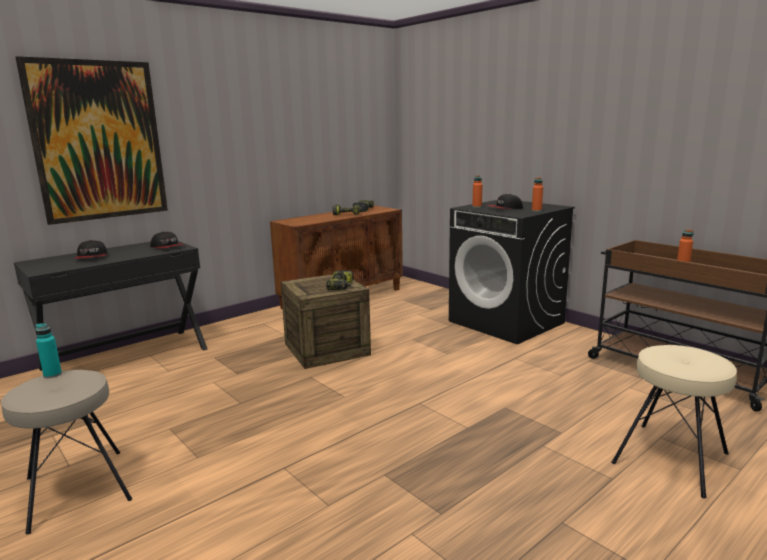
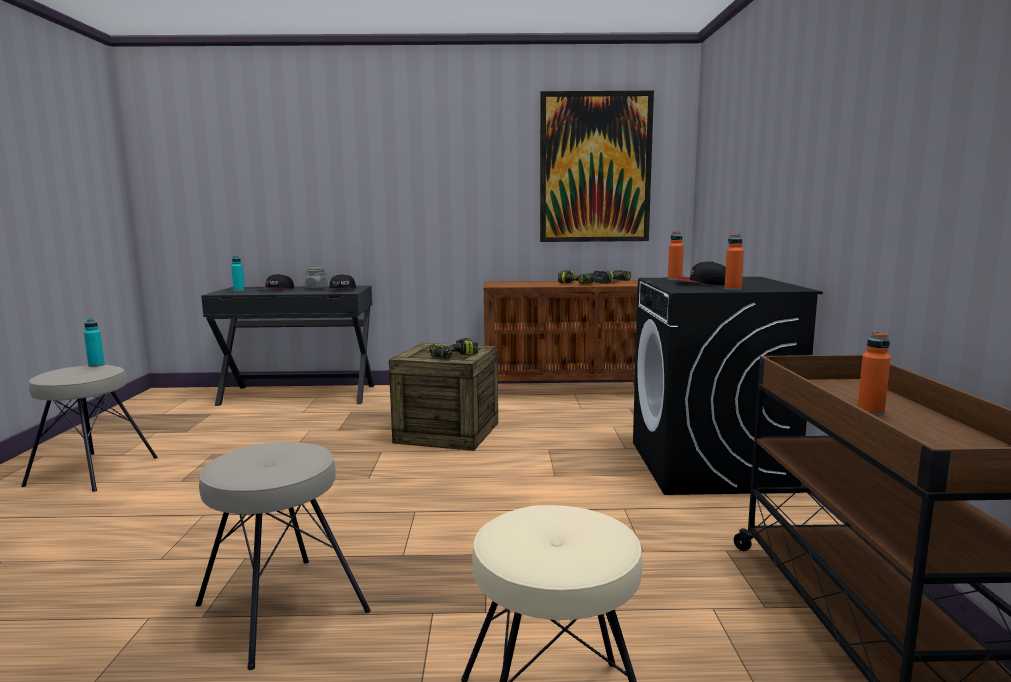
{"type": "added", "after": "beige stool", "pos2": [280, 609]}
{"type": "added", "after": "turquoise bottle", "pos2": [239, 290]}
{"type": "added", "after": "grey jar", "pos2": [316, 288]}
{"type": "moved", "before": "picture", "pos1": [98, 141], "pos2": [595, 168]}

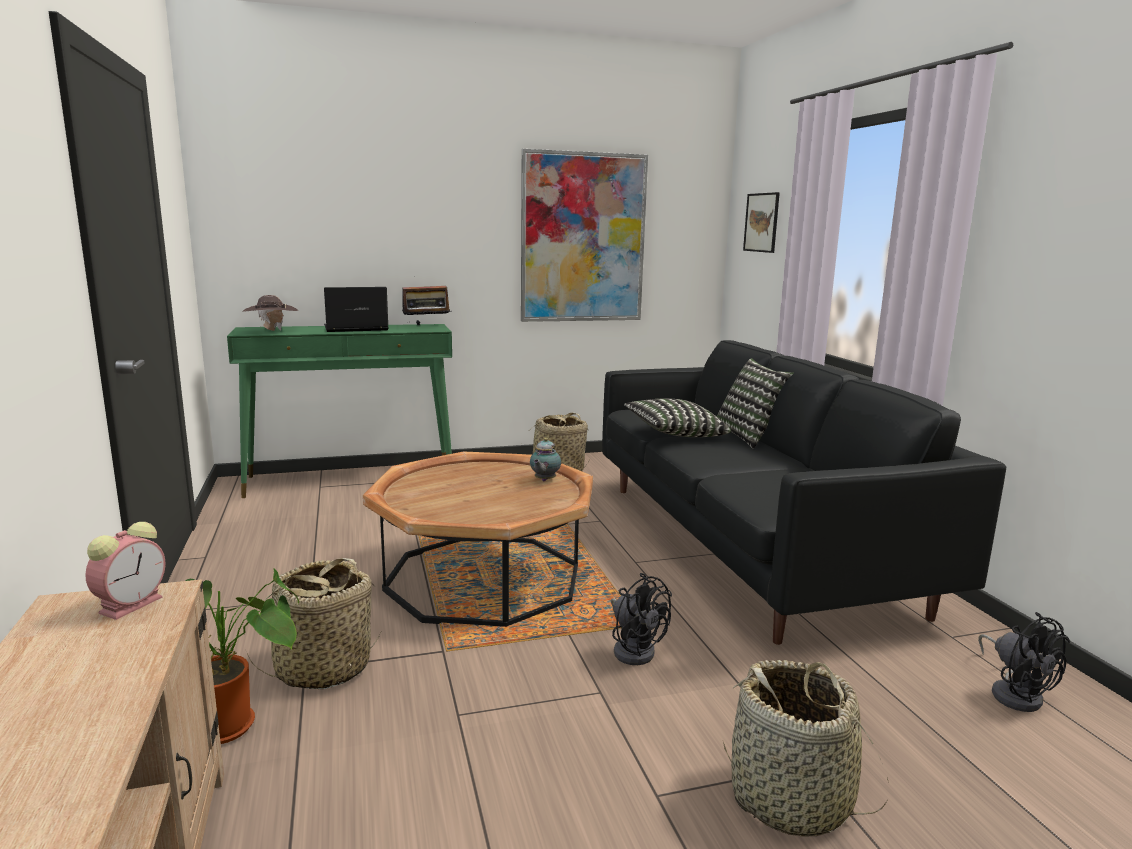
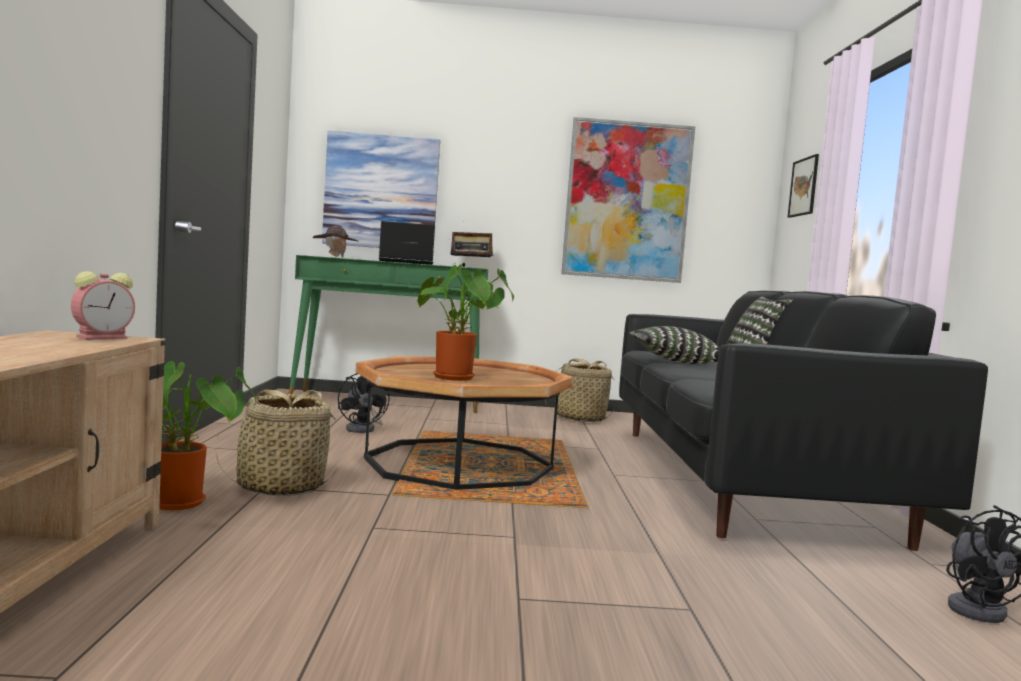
{"type": "removed", "before": "teapot", "pos1": [544, 480]}
{"type": "removed", "before": "basket", "pos1": [791, 799]}
{"type": "added", "after": "picture", "pos2": [381, 192]}
{"type": "added", "after": "potted plant", "pos2": [458, 378]}
{"type": "moved", "before": "black fan", "pos1": [634, 649], "pos2": [364, 429]}

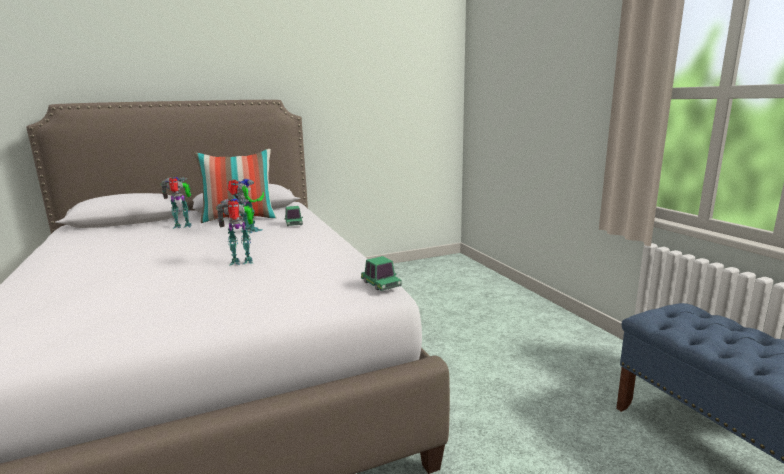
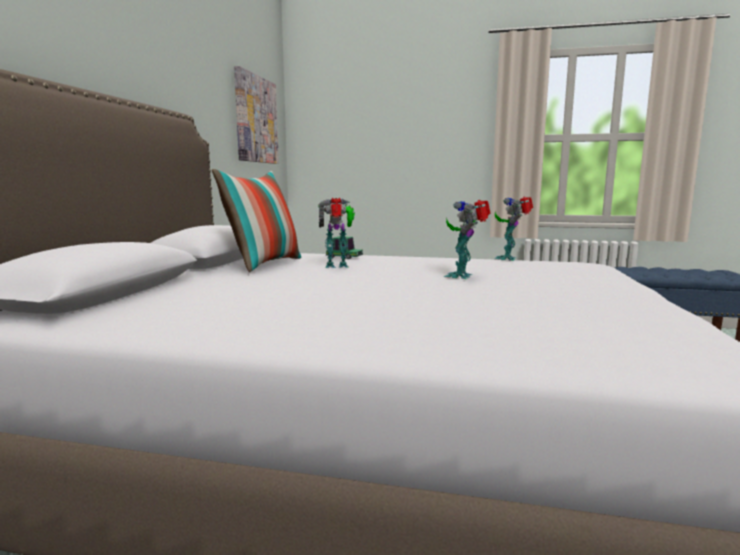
{"type": "removed", "before": "toy car", "pos1": [380, 284]}
{"type": "added", "after": "picture", "pos2": [256, 119]}
{"type": "moved", "before": "toy robot", "pos1": [183, 226], "pos2": [508, 258]}

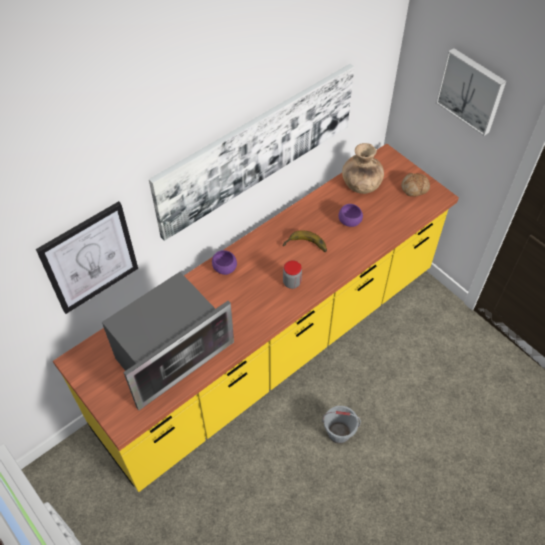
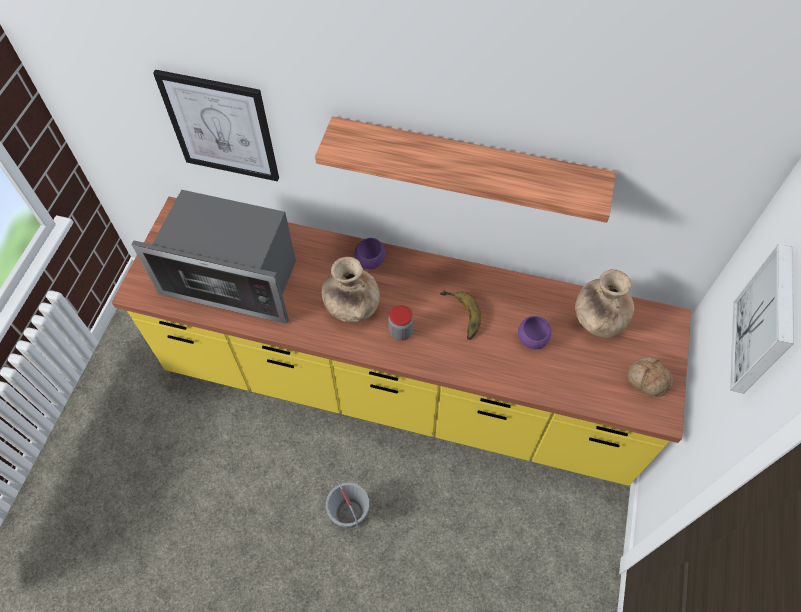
{"type": "added", "after": "brown vase", "pos2": [351, 307]}
{"type": "replaced", "before": "picture", "after": "shelf", "pos1": [256, 148], "pos2": [467, 164]}

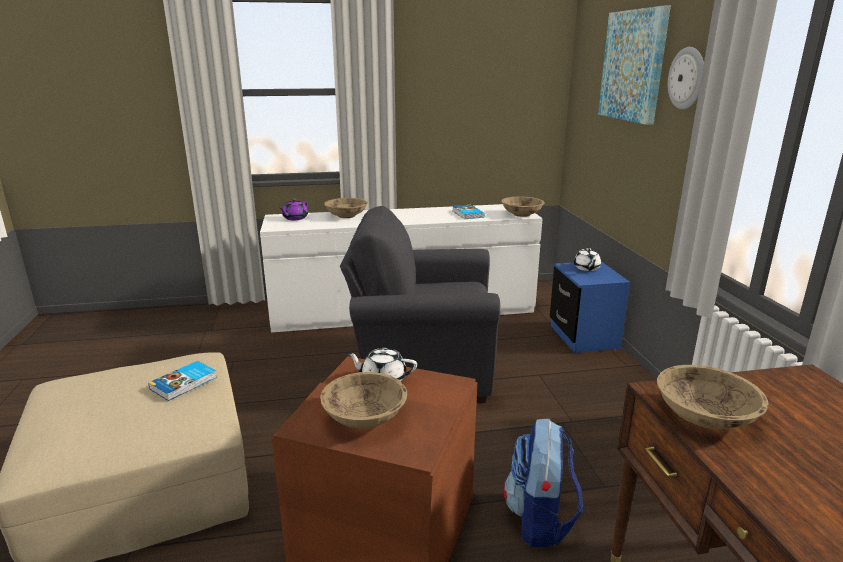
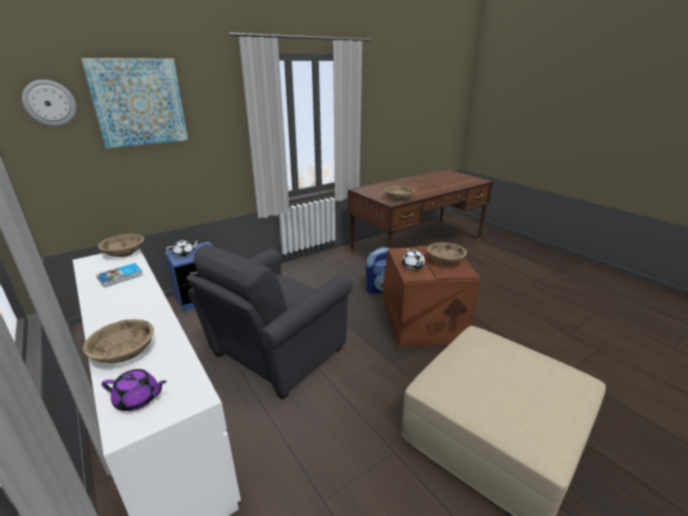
{"type": "removed", "before": "book", "pos1": [185, 383]}
{"type": "moved", "before": "wall clock", "pos1": [687, 78], "pos2": [50, 103]}
{"type": "turned", "before": "grey armchair", "pos1": [422, 367], "pos2": [274, 355], "turn": 60}

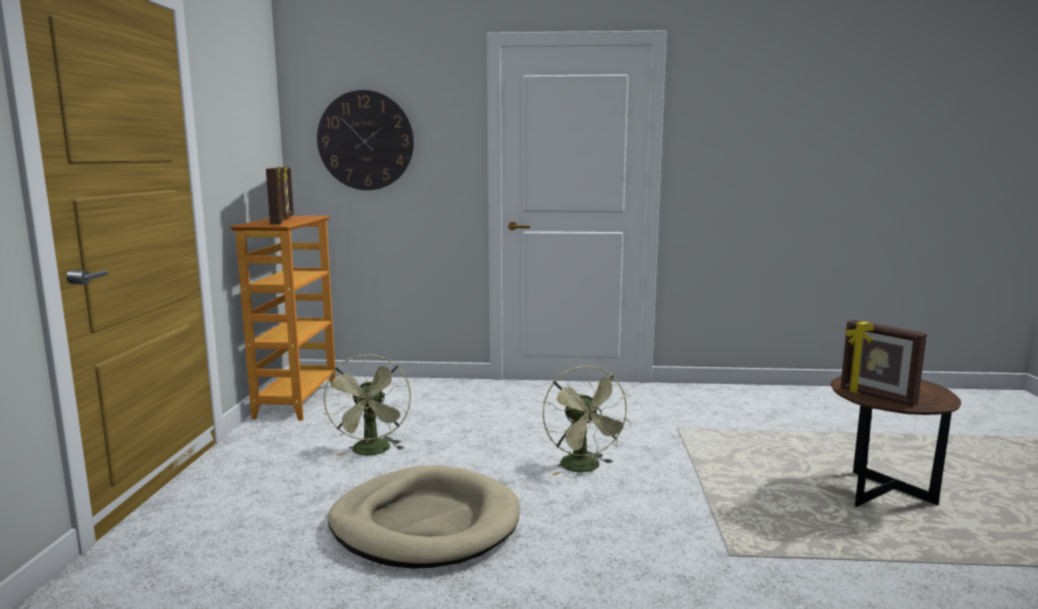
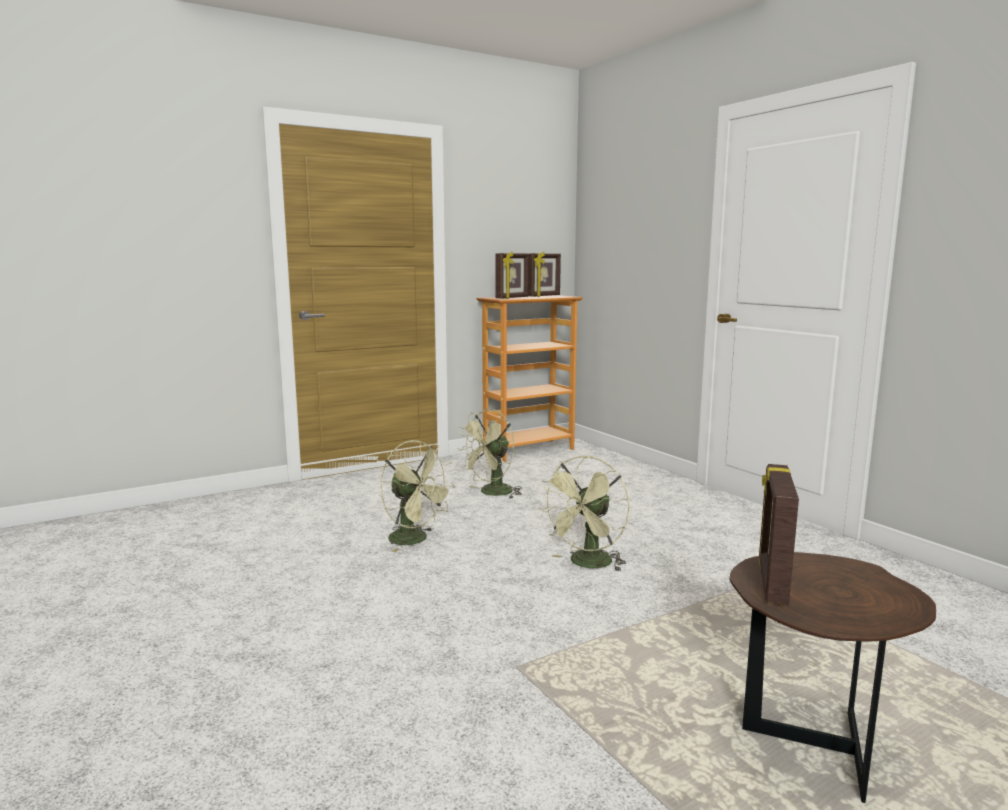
{"type": "removed", "before": "wall clock", "pos1": [365, 140]}
{"type": "replaced", "before": "beige dog bed", "after": "green fan", "pos1": [425, 523], "pos2": [415, 540]}

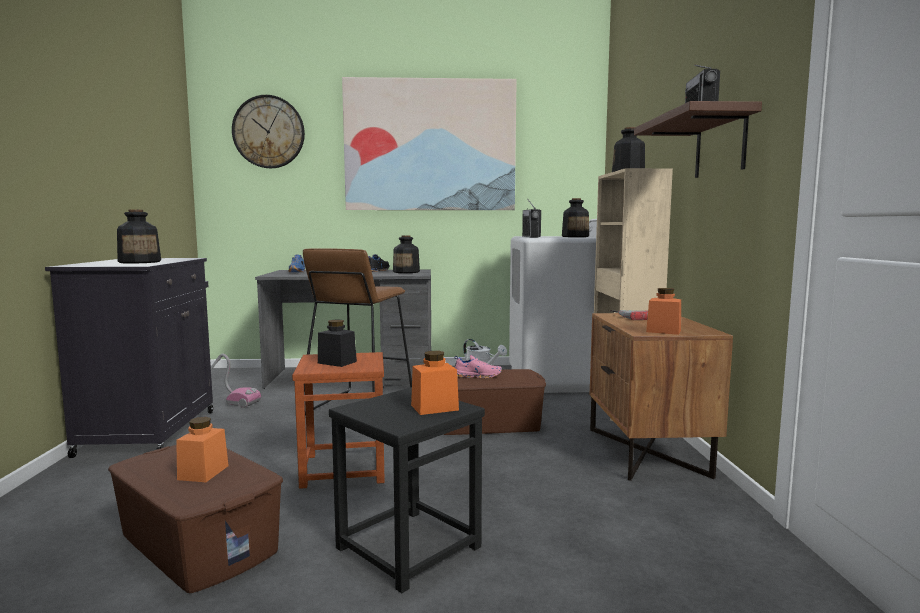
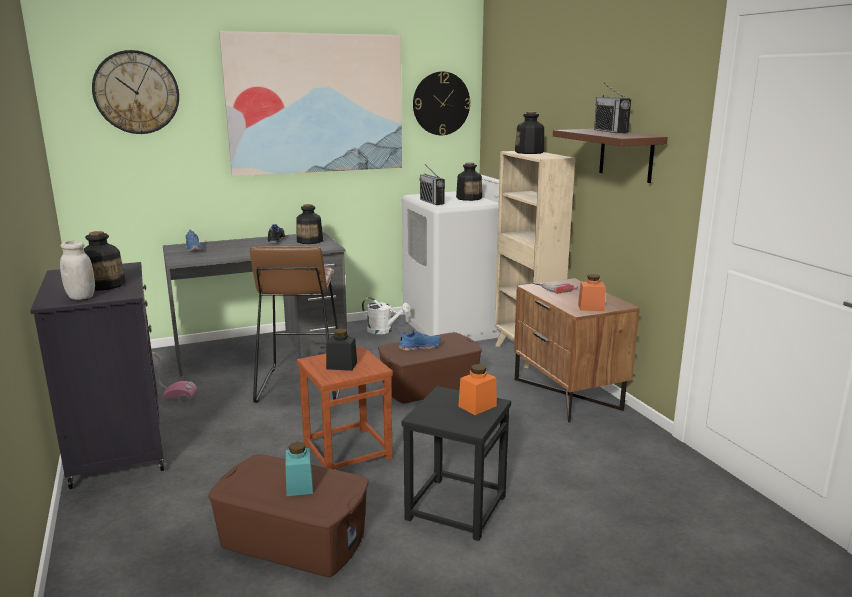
{"type": "added", "after": "white jar", "pos2": [81, 297]}
{"type": "added", "after": "wall clock", "pos2": [441, 103]}
{"type": "recoloured", "before": "orange jar", "after": "turquoise jar", "pos1": [203, 472], "pos2": [299, 485]}
{"type": "recoloured", "before": "pink shoe", "after": "blue shoe", "pos1": [477, 376], "pos2": [419, 347]}

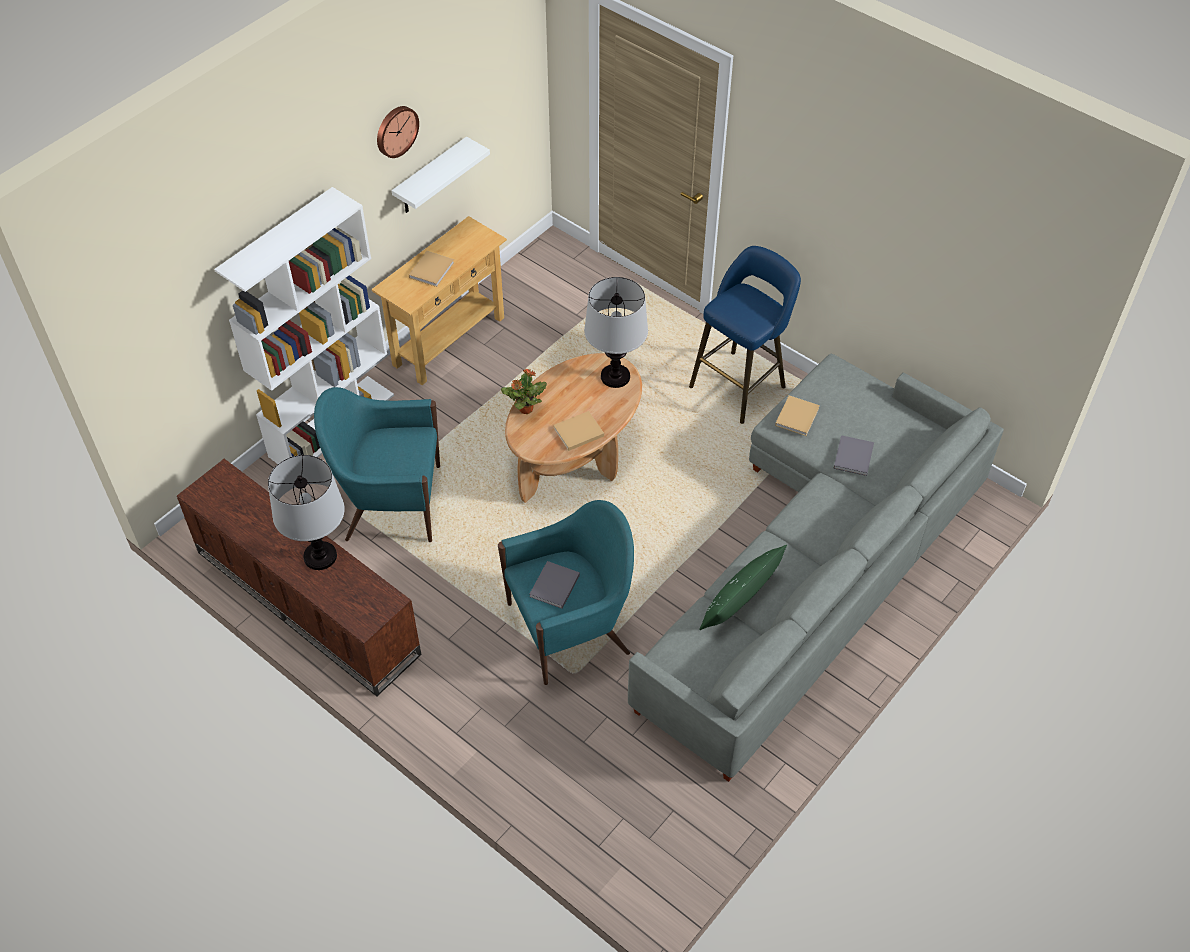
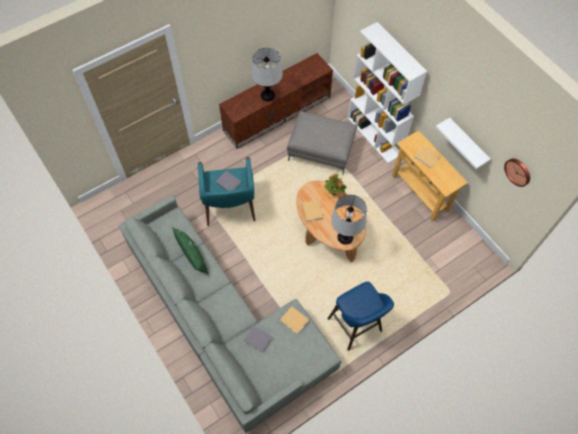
{"type": "moved", "before": "wall clock", "pos1": [395, 130], "pos2": [518, 171]}
{"type": "replaced", "before": "turquoise armchair", "after": "grey ottoman", "pos1": [390, 502], "pos2": [321, 151]}

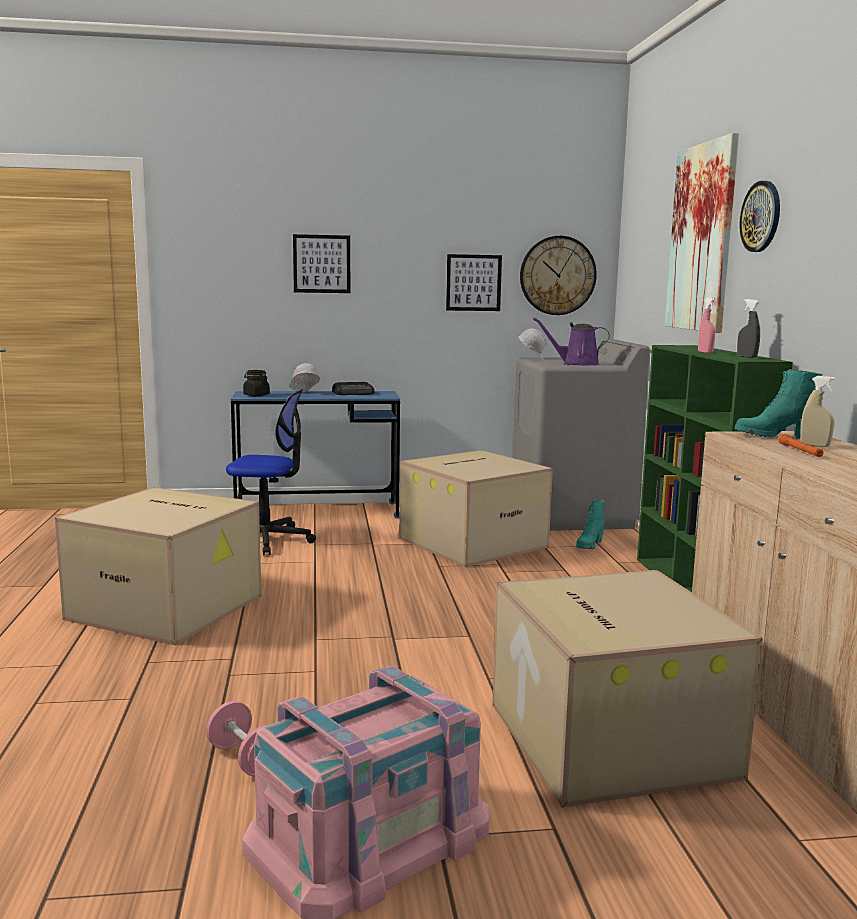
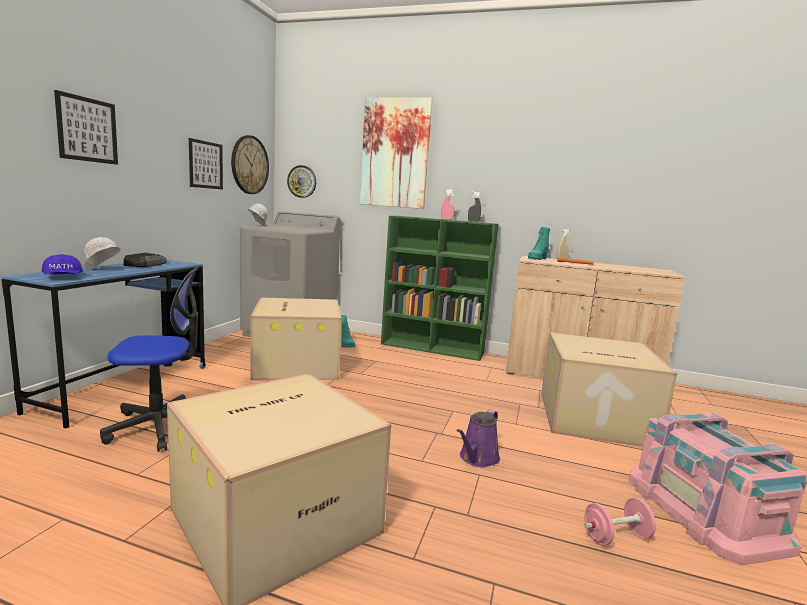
{"type": "moved", "before": "purple watering can", "pos1": [576, 364], "pos2": [477, 458]}
{"type": "moved", "before": "wall clock", "pos1": [761, 216], "pos2": [302, 181]}
{"type": "replaced", "before": "black jar", "after": "blue cap", "pos1": [256, 395], "pos2": [62, 277]}
{"type": "turned", "before": "office chair", "pos1": [267, 540], "pos2": [160, 426], "turn": 45}

